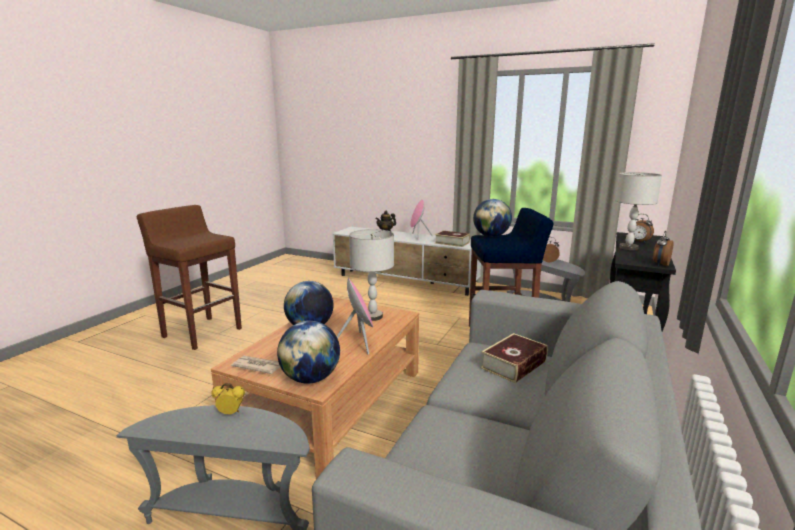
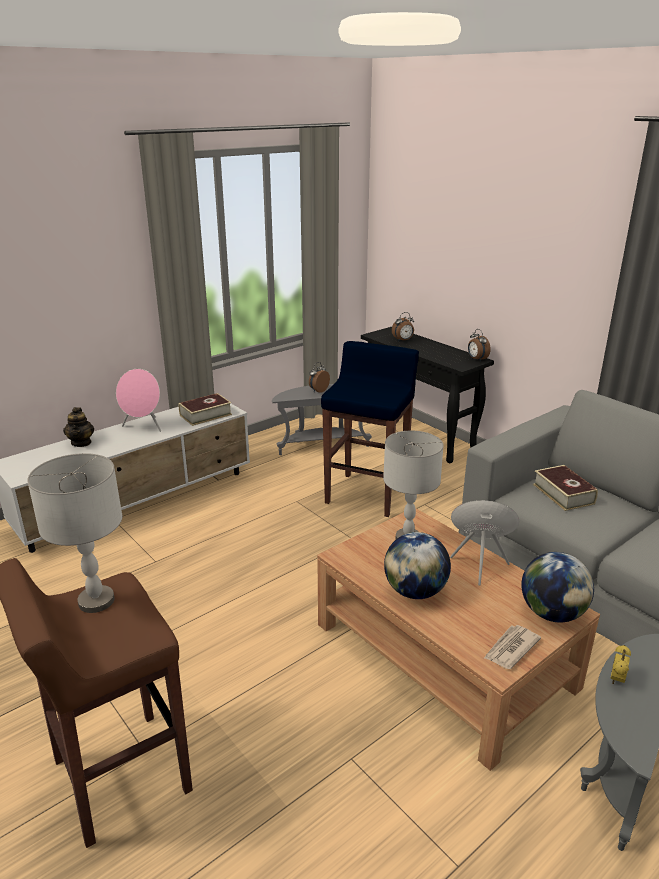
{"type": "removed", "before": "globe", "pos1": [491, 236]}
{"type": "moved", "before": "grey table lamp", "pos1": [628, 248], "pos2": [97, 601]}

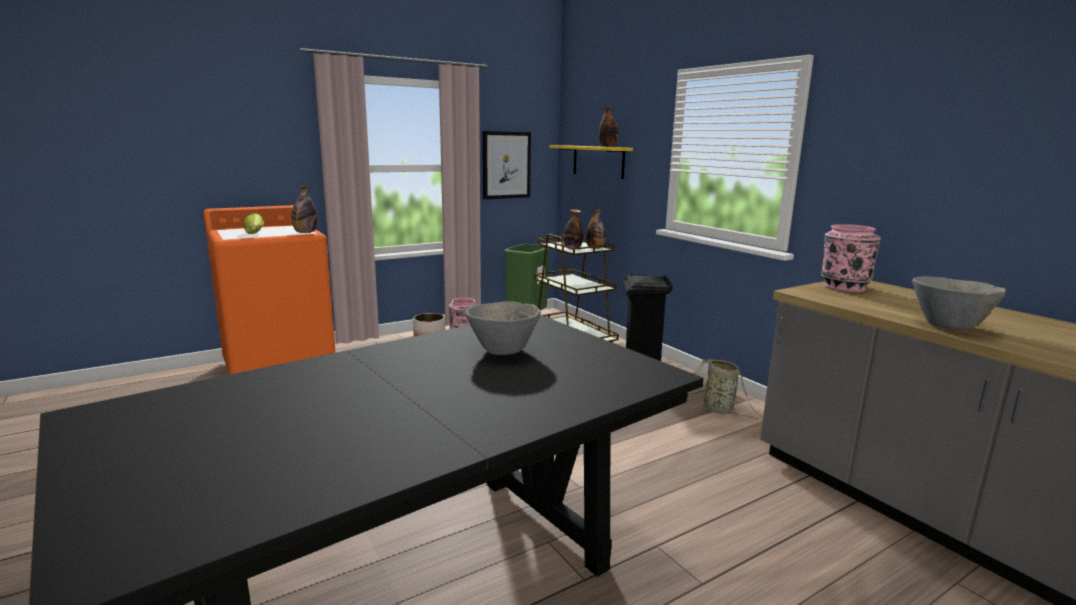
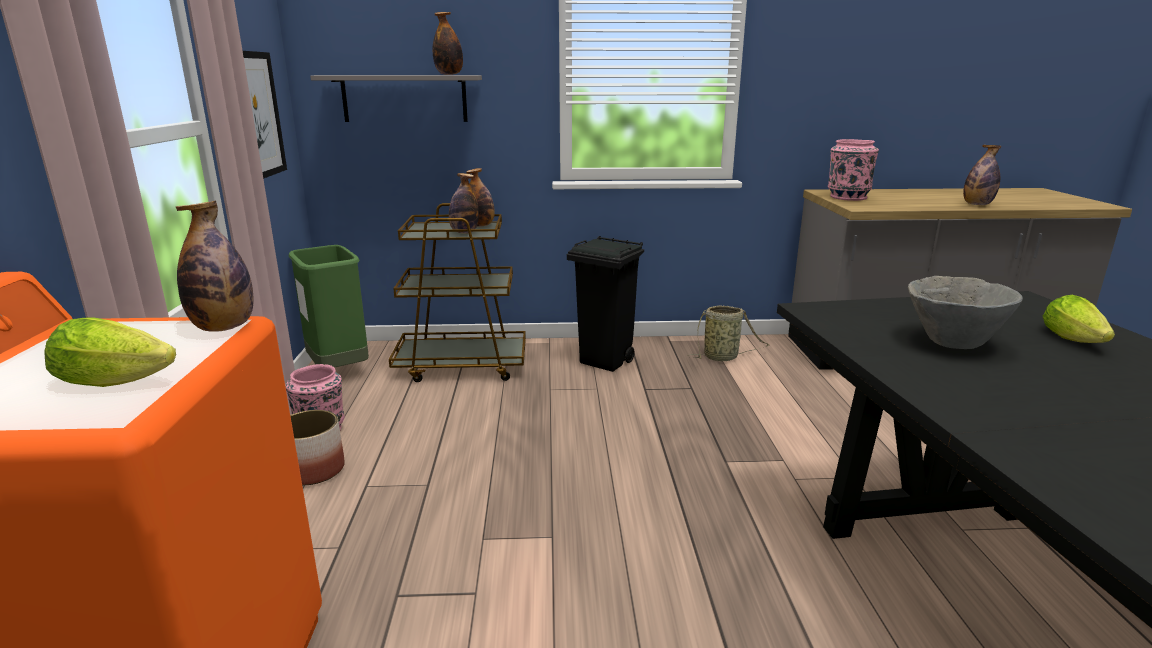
{"type": "added", "after": "lettuce", "pos2": [1075, 340]}
{"type": "replaced", "before": "grey bowl", "after": "bottle", "pos1": [948, 326], "pos2": [977, 205]}
{"type": "recoloured", "before": "yellow shelf", "after": "grey shelf", "pos1": [598, 161], "pos2": [404, 98]}

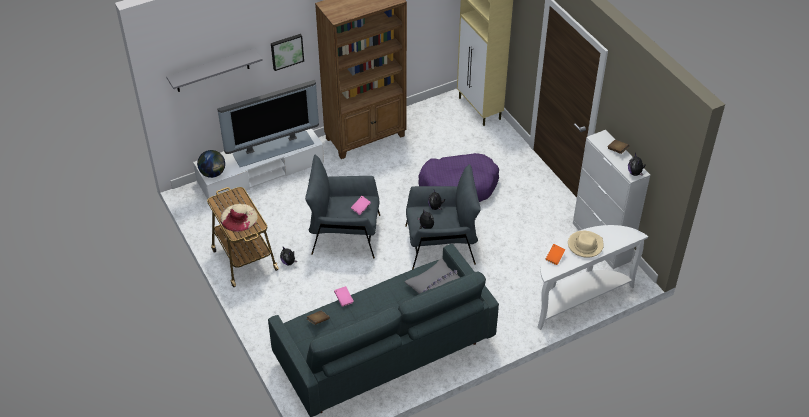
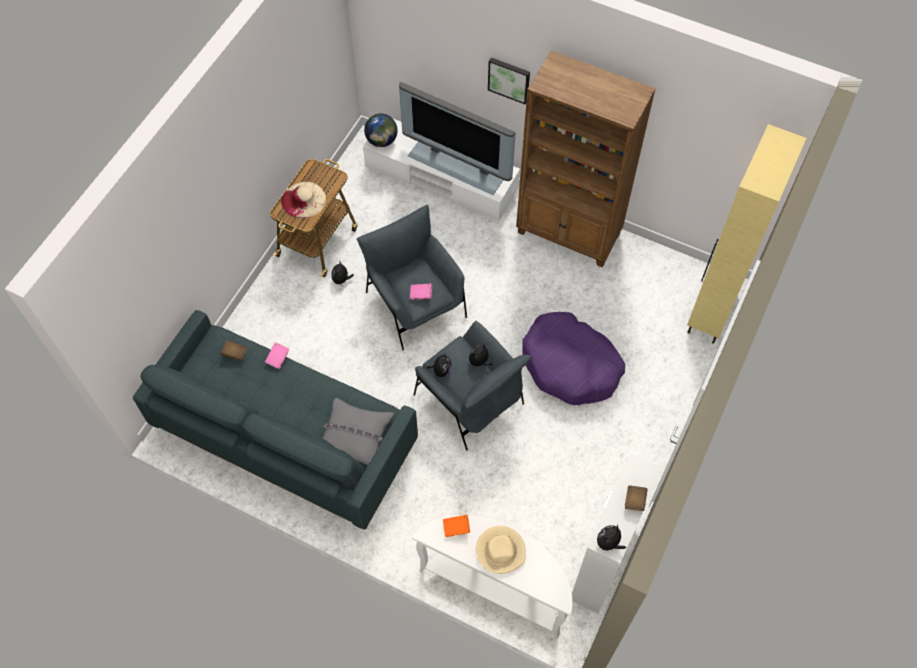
{"type": "removed", "before": "grey shelf", "pos1": [212, 70]}

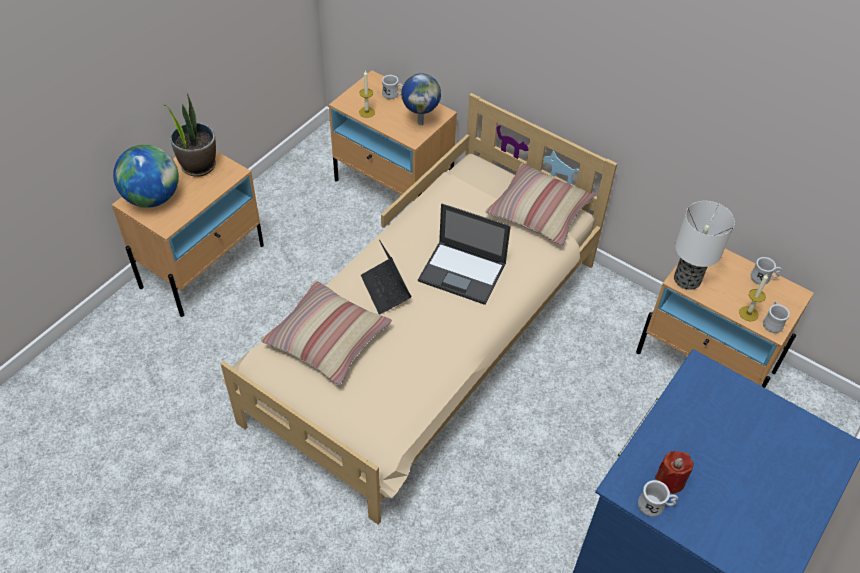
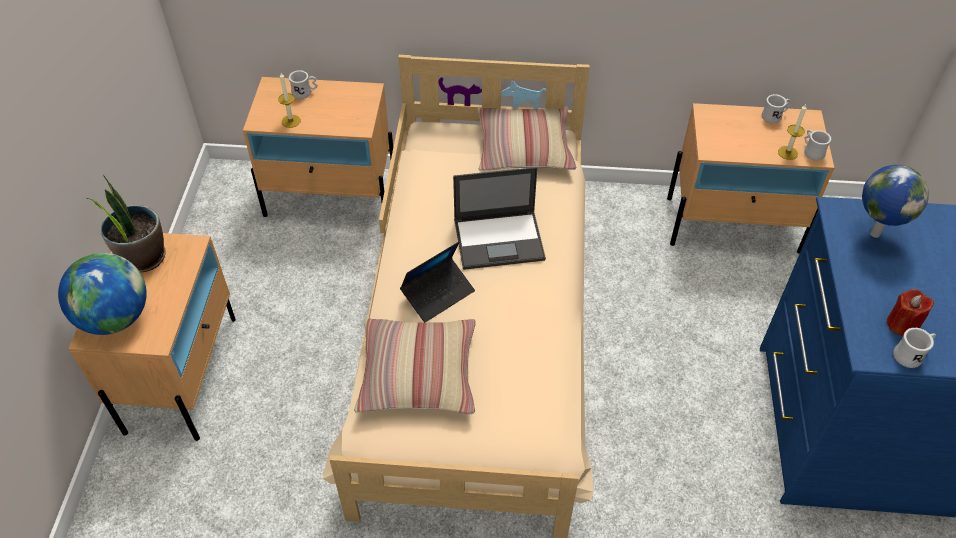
{"type": "removed", "before": "table lamp", "pos1": [687, 279]}
{"type": "moved", "before": "globe", "pos1": [420, 122], "pos2": [874, 233]}
{"type": "turned", "before": "laptop", "pos1": [386, 290], "pos2": [438, 294], "turn": -75}

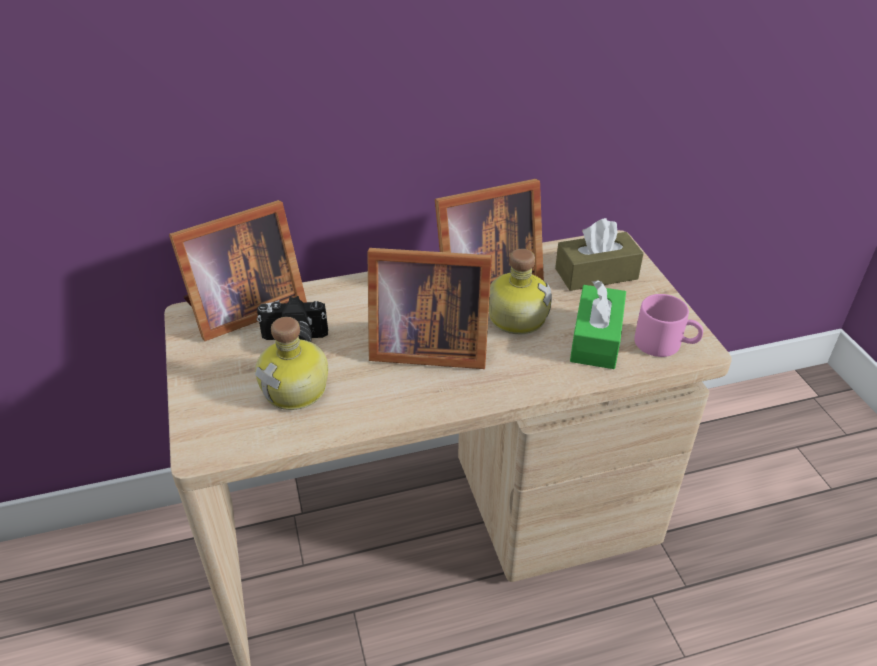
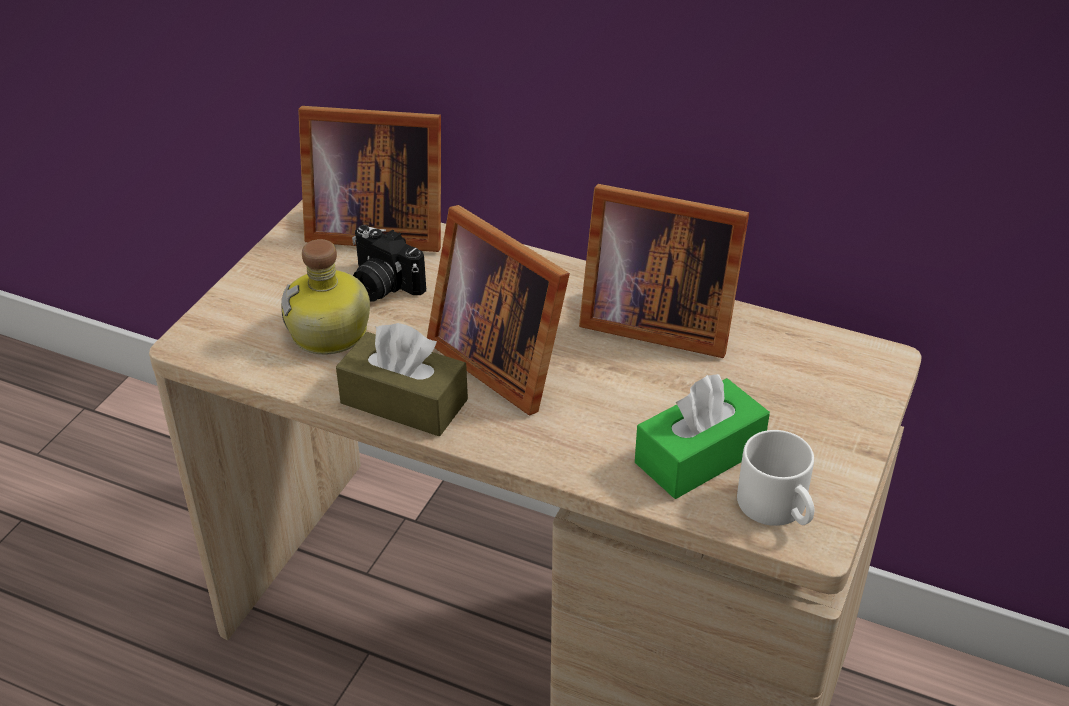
{"type": "removed", "before": "bottle", "pos1": [516, 316]}
{"type": "moved", "before": "brown tissue box", "pos1": [596, 274], "pos2": [404, 401]}
{"type": "recoloured", "before": "pink mug", "after": "white mug", "pos1": [665, 343], "pos2": [779, 508]}

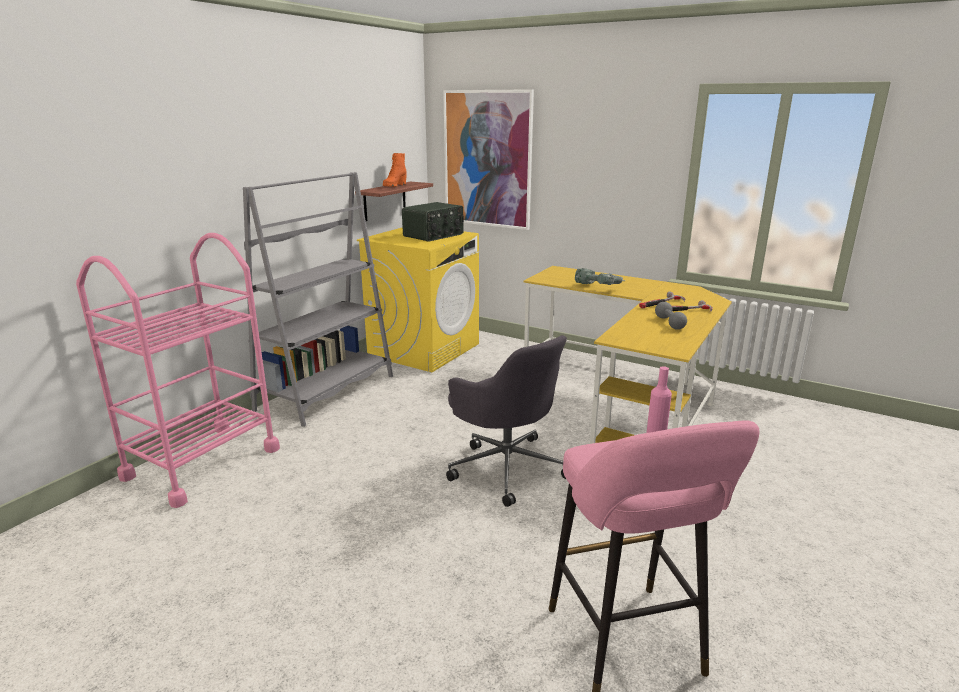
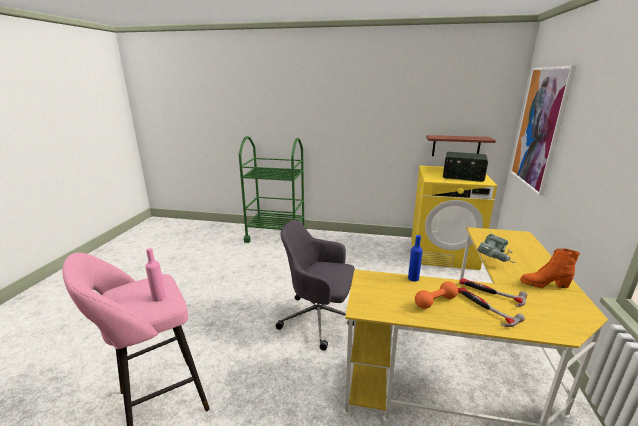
{"type": "removed", "before": "grey bookcase", "pos1": [327, 393]}
{"type": "added", "after": "blue bottle", "pos2": [413, 278]}
{"type": "moved", "before": "orange boot", "pos1": [394, 186], "pos2": [543, 284]}
{"type": "recoloured", "before": "pink cart", "after": "green cart", "pos1": [202, 463], "pos2": [276, 235]}
{"type": "recoloured", "before": "grey dumbbell", "after": "orange dumbbell", "pos1": [669, 323], "pos2": [435, 302]}
{"type": "turned", "before": "grey office chair", "pos1": [506, 467], "pos2": [319, 319], "turn": 75}

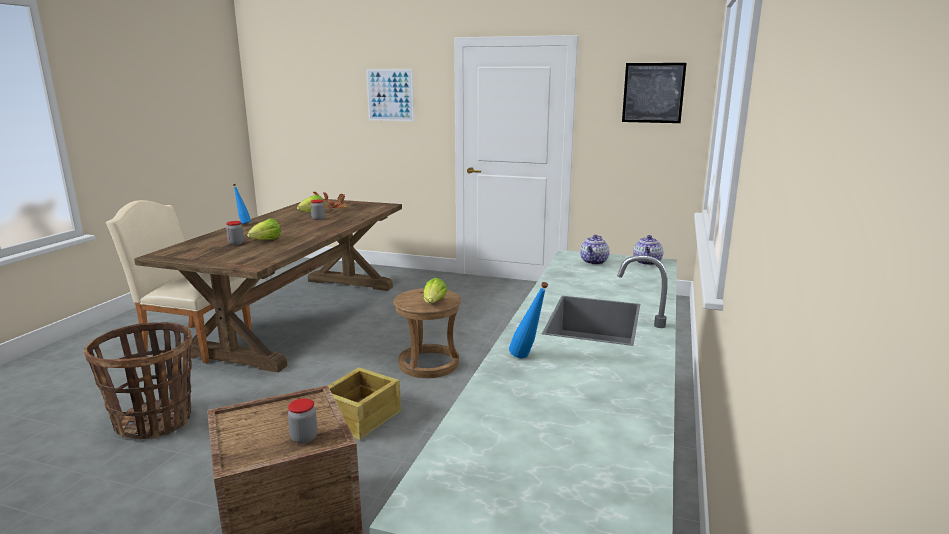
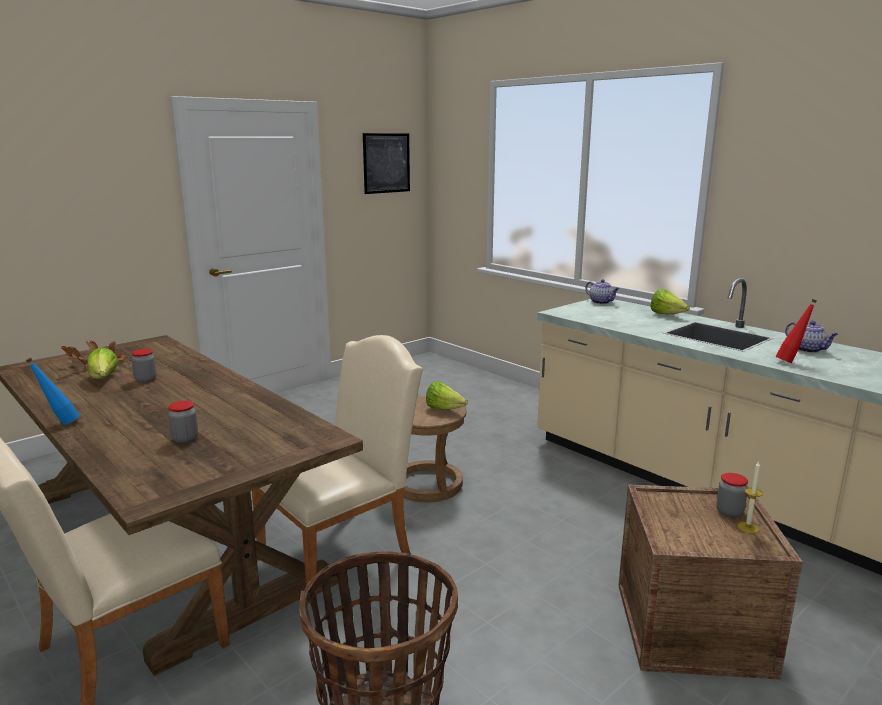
{"type": "removed", "before": "crate", "pos1": [361, 417]}
{"type": "removed", "before": "picture", "pos1": [390, 95]}
{"type": "added", "after": "beige chair", "pos2": [343, 550]}
{"type": "added", "after": "candle", "pos2": [748, 527]}
{"type": "moved", "before": "lettuce", "pos1": [266, 241], "pos2": [667, 315]}
{"type": "moved", "before": "teapot", "pos1": [594, 262], "pos2": [808, 350]}
{"type": "recoloured", "before": "blue bottle", "after": "red bottle", "pos1": [527, 358], "pos2": [791, 362]}

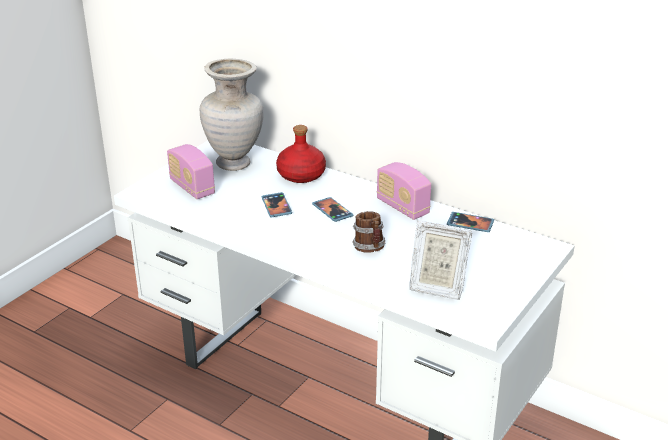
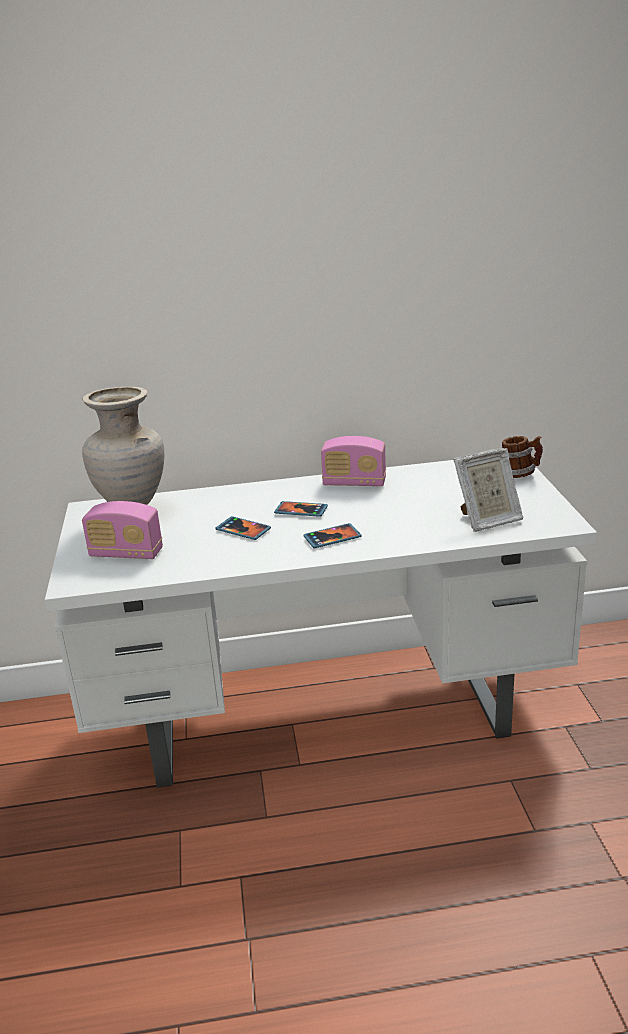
{"type": "removed", "before": "red bottle", "pos1": [302, 175]}
{"type": "moved", "before": "mug", "pos1": [370, 249], "pos2": [520, 474]}
{"type": "moved", "before": "phone", "pos1": [470, 223], "pos2": [332, 538]}

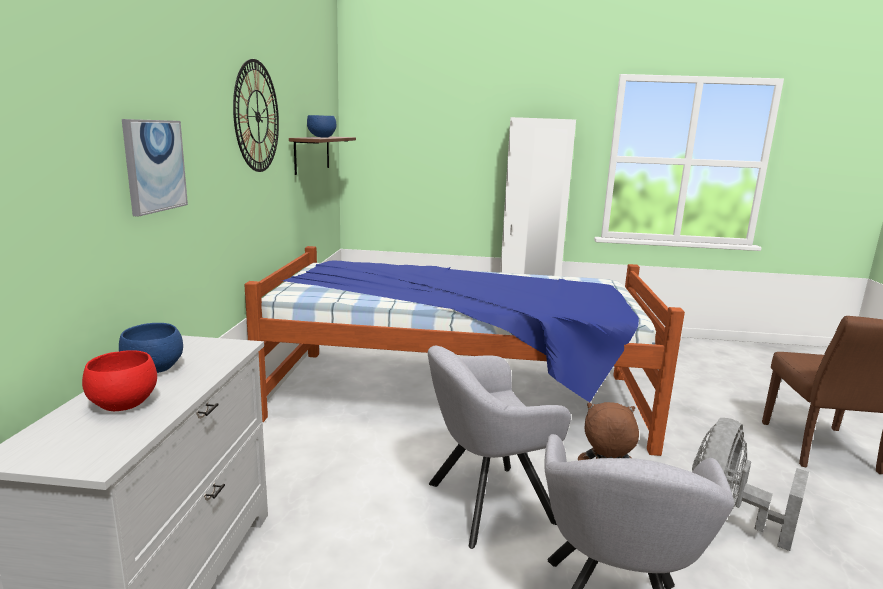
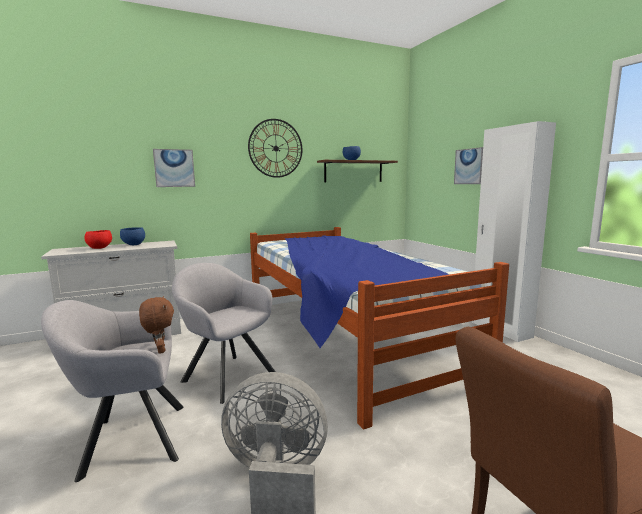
{"type": "added", "after": "picture", "pos2": [469, 166]}

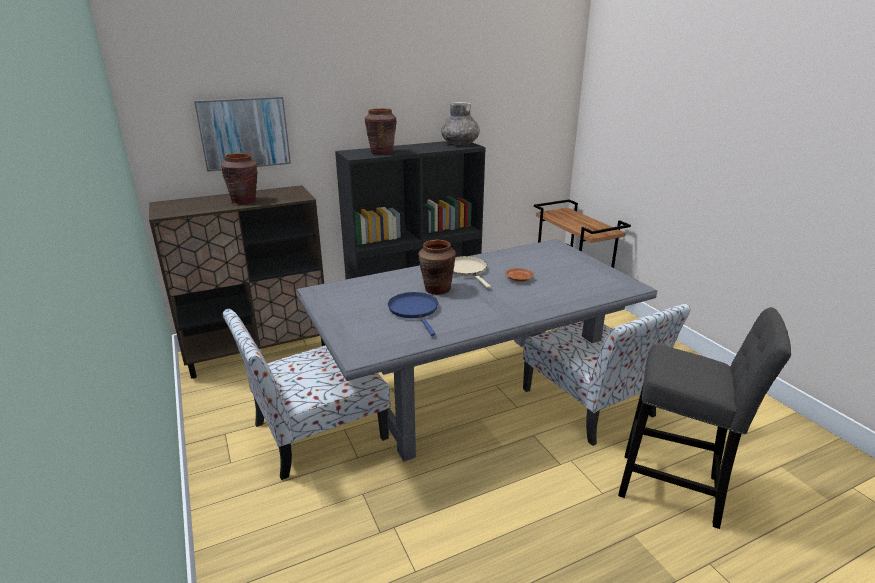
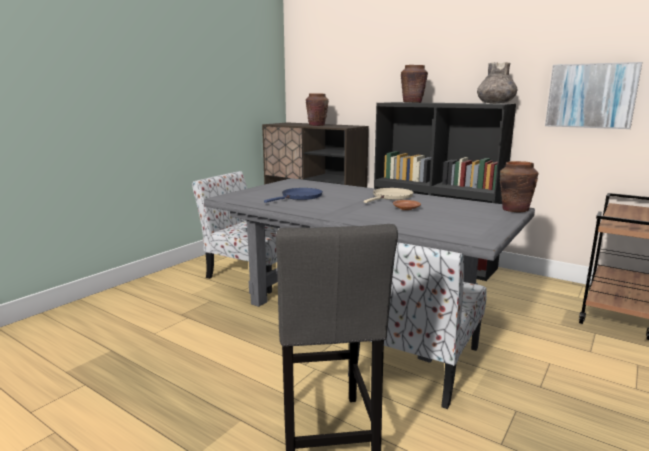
{"type": "moved", "before": "picture", "pos1": [244, 133], "pos2": [591, 96]}
{"type": "moved", "before": "brown vase", "pos1": [437, 289], "pos2": [514, 210]}

